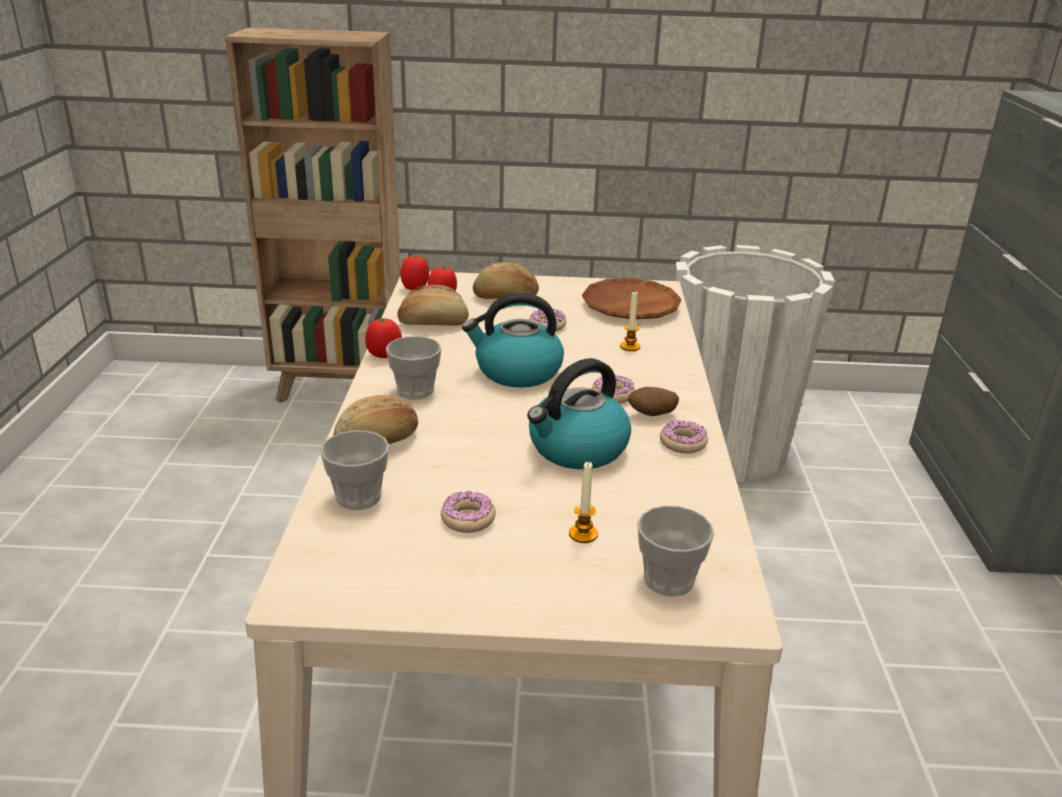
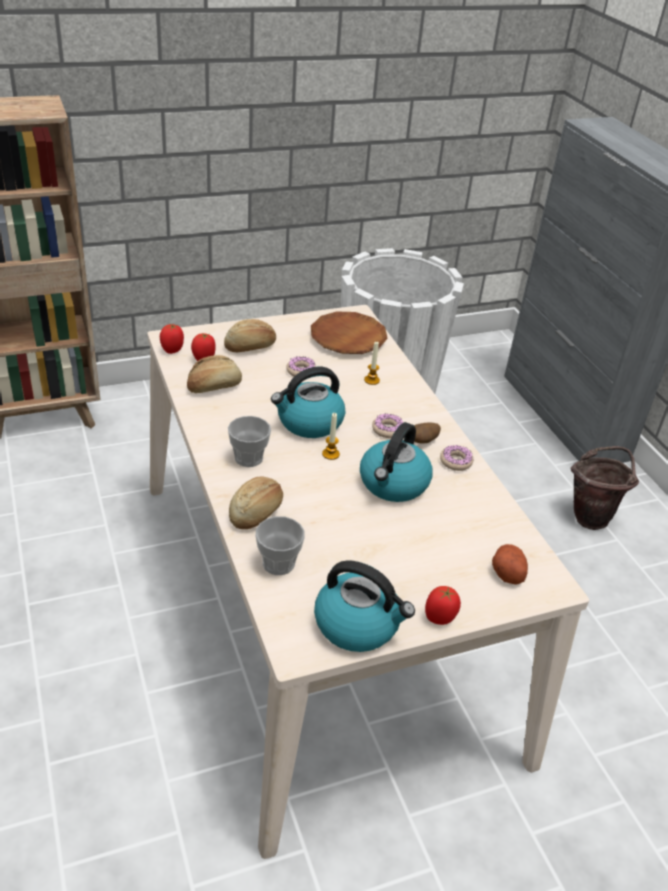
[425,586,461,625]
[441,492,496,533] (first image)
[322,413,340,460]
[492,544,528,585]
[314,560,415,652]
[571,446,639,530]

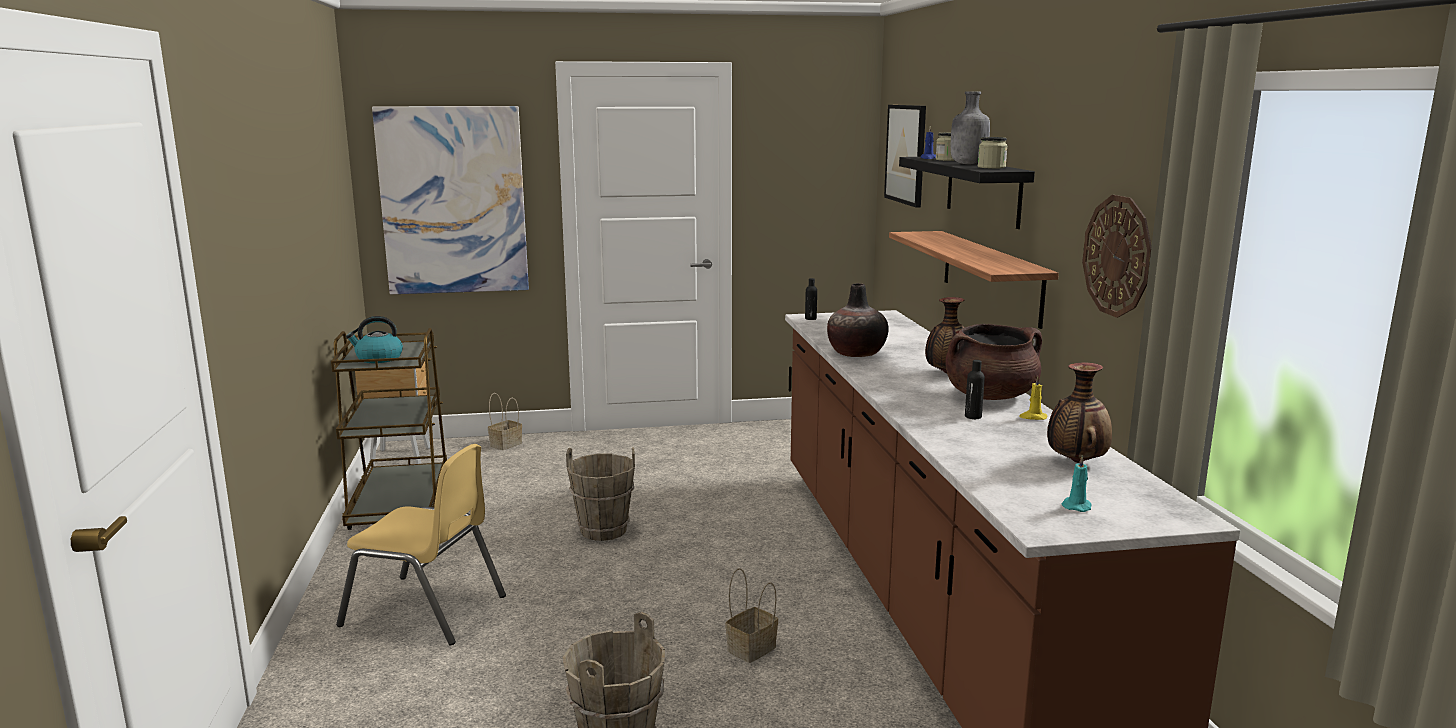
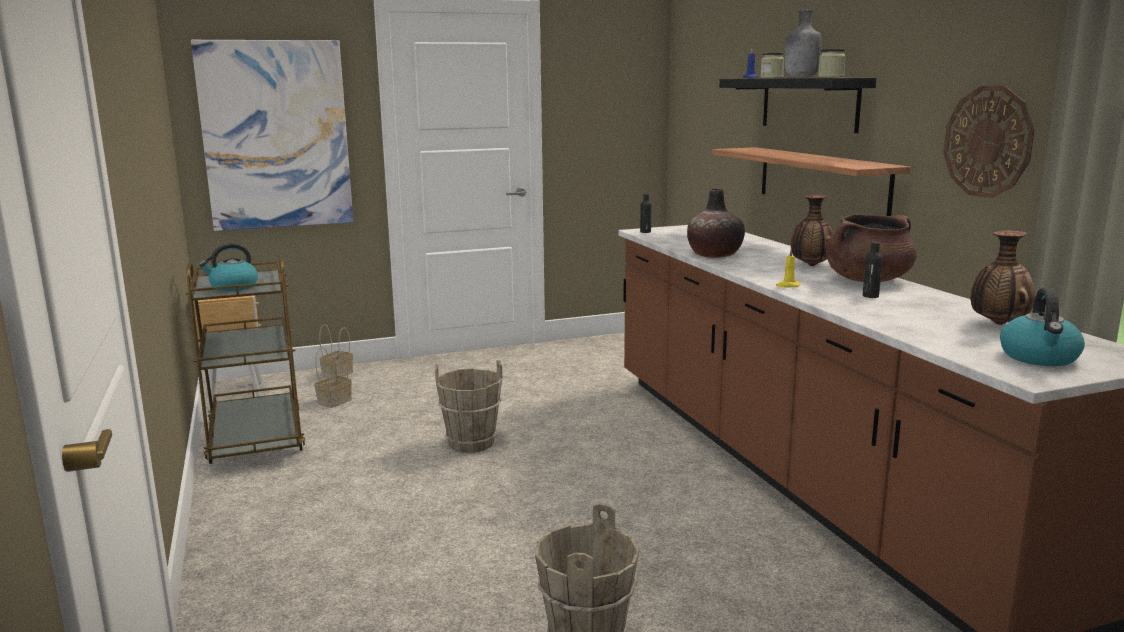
[336,444,506,646] (first image)
[314,347,352,408]
[884,105,926,208] (first image)
[776,249,800,287]
[1000,288,1085,366]

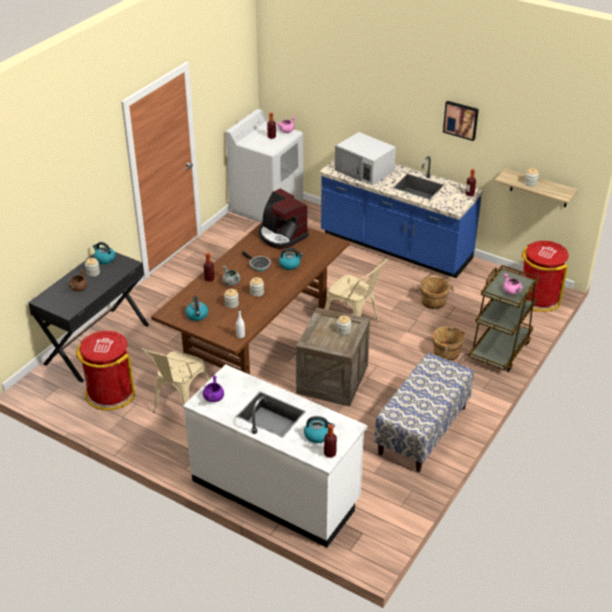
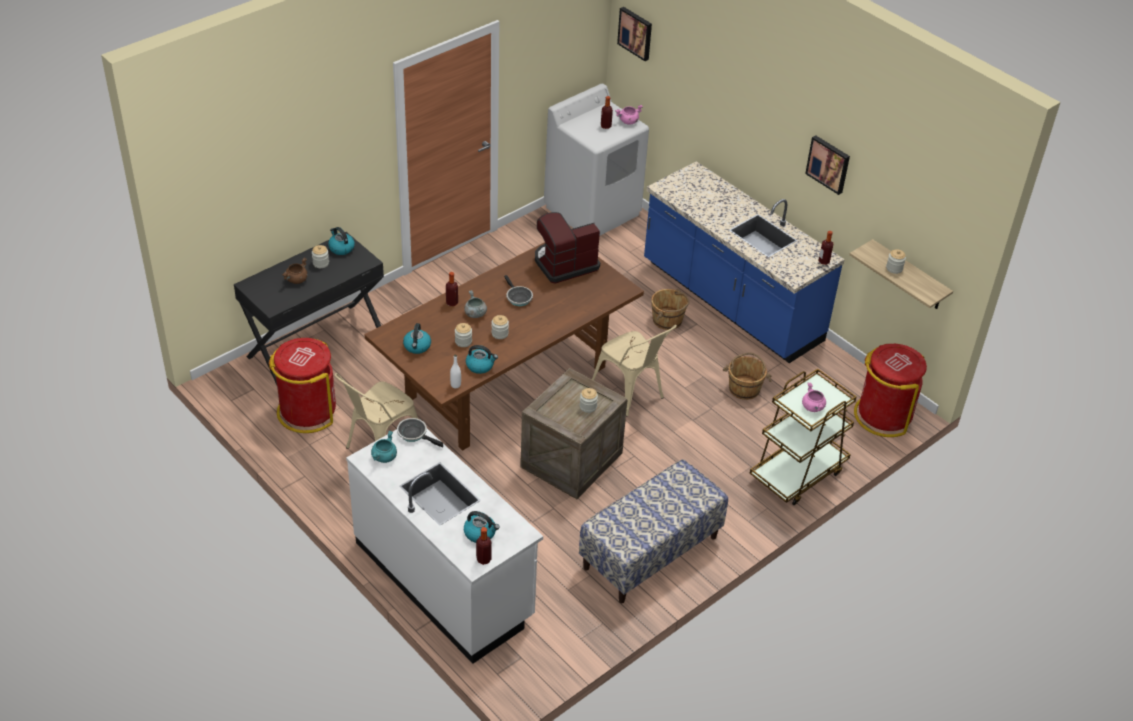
[371,431,397,463]
[535,212,600,284]
[466,345,498,374]
[335,132,396,185] (first image)
[651,289,690,330]
[397,418,443,448]
[617,7,652,61]

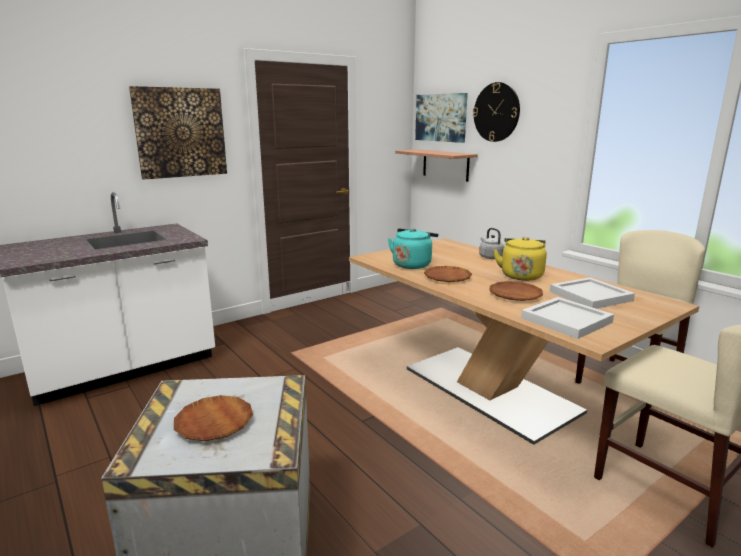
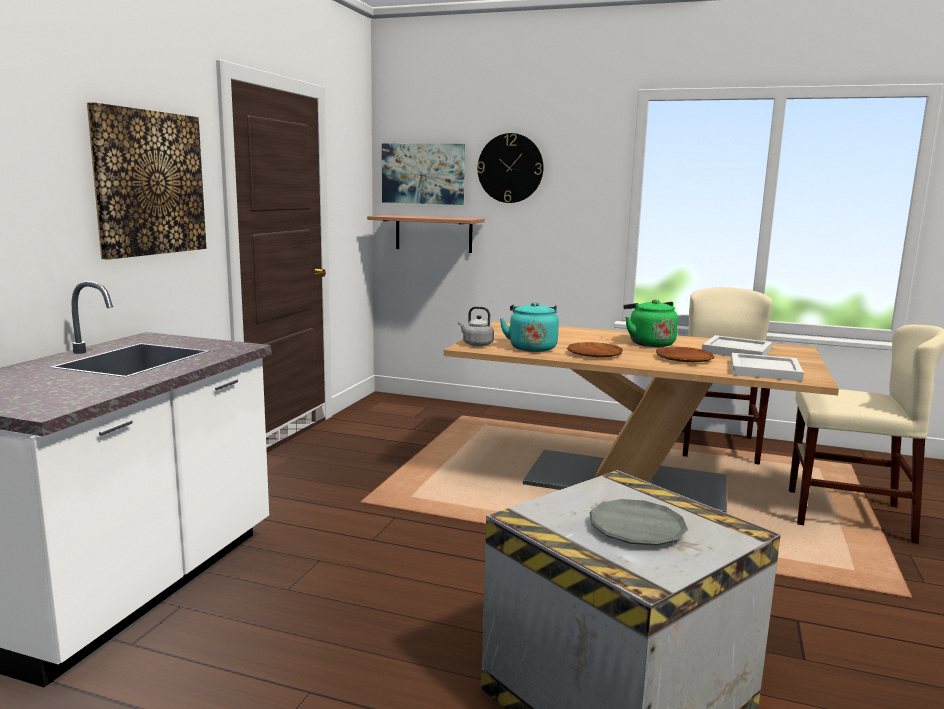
[589,499,688,546]
[458,306,494,346]
[623,300,678,347]

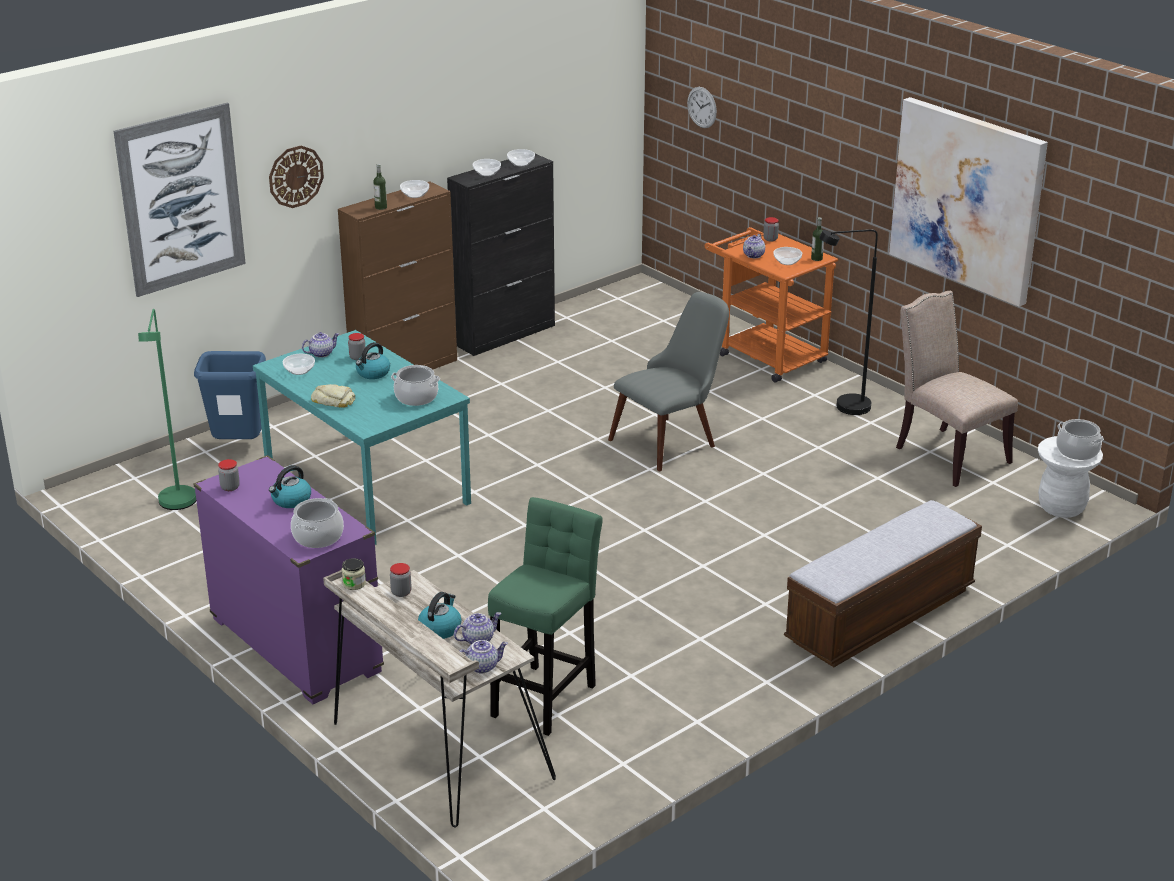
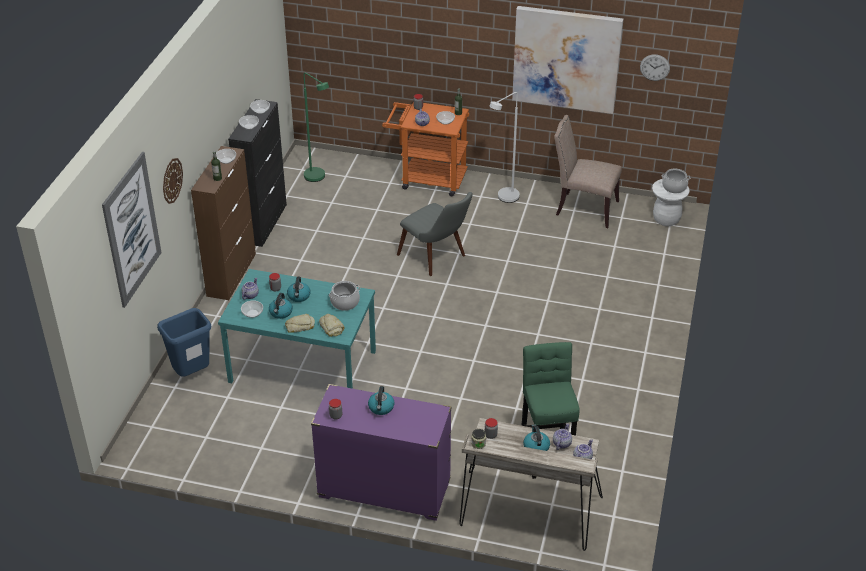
[304,73,329,182]
[291,498,344,548] (first image)
[397,192,473,276]
[640,54,670,81]
[784,500,982,667] (first image)
[489,92,520,203]
[269,293,293,319]
[319,314,345,337]

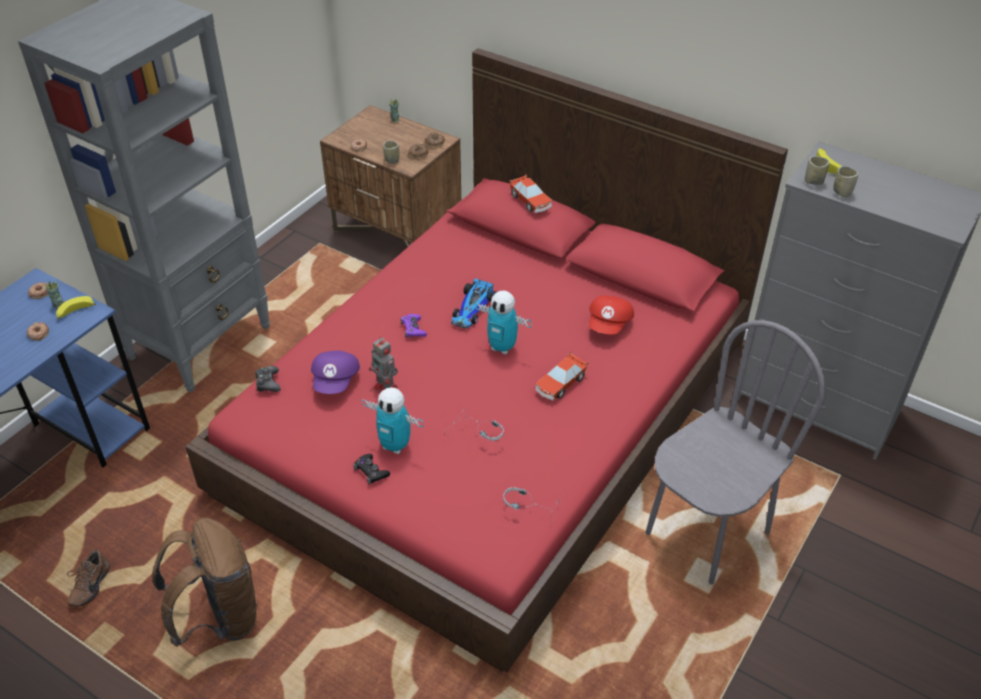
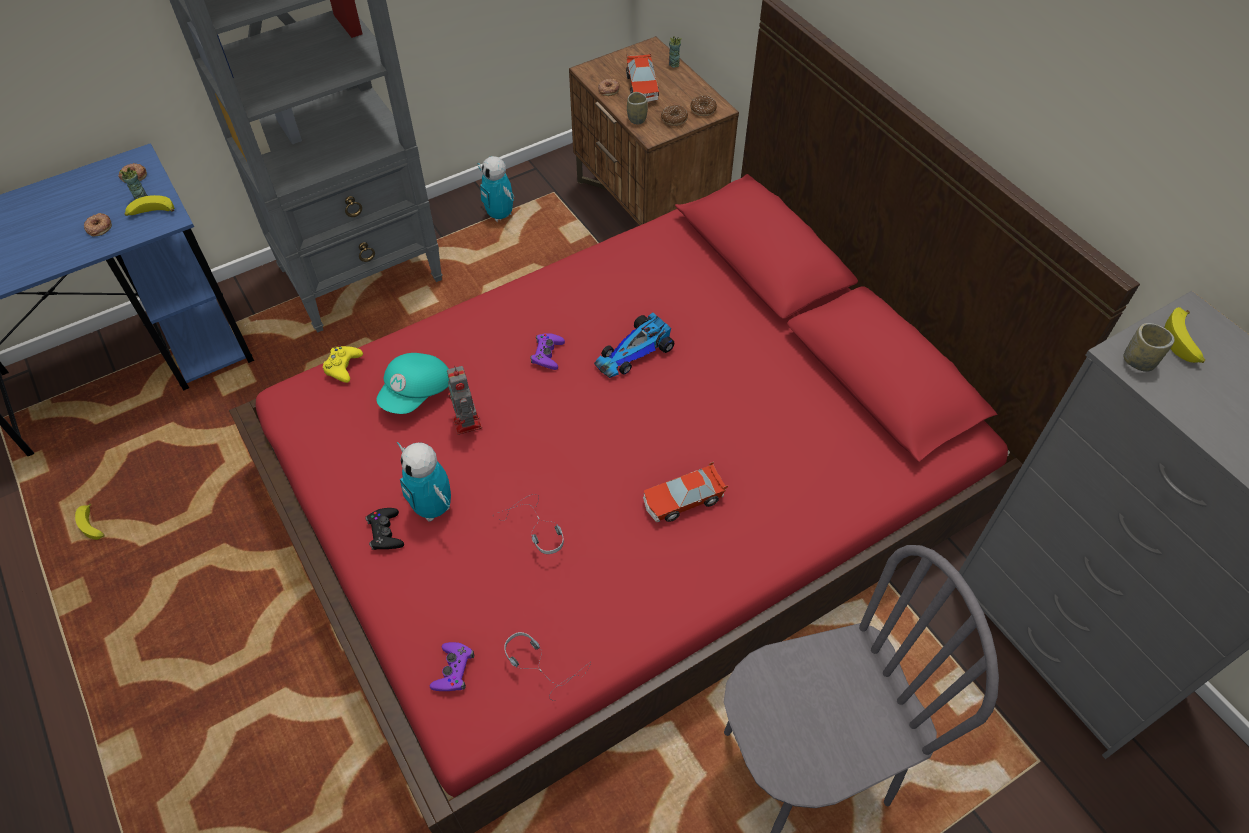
[75,503,105,540]
[152,518,258,647] (first image)
[323,345,363,383]
[376,353,449,414]
[478,156,514,222]
[626,52,659,102]
[589,296,634,334] (first image)
[833,166,858,197] (first image)
[430,642,474,691]

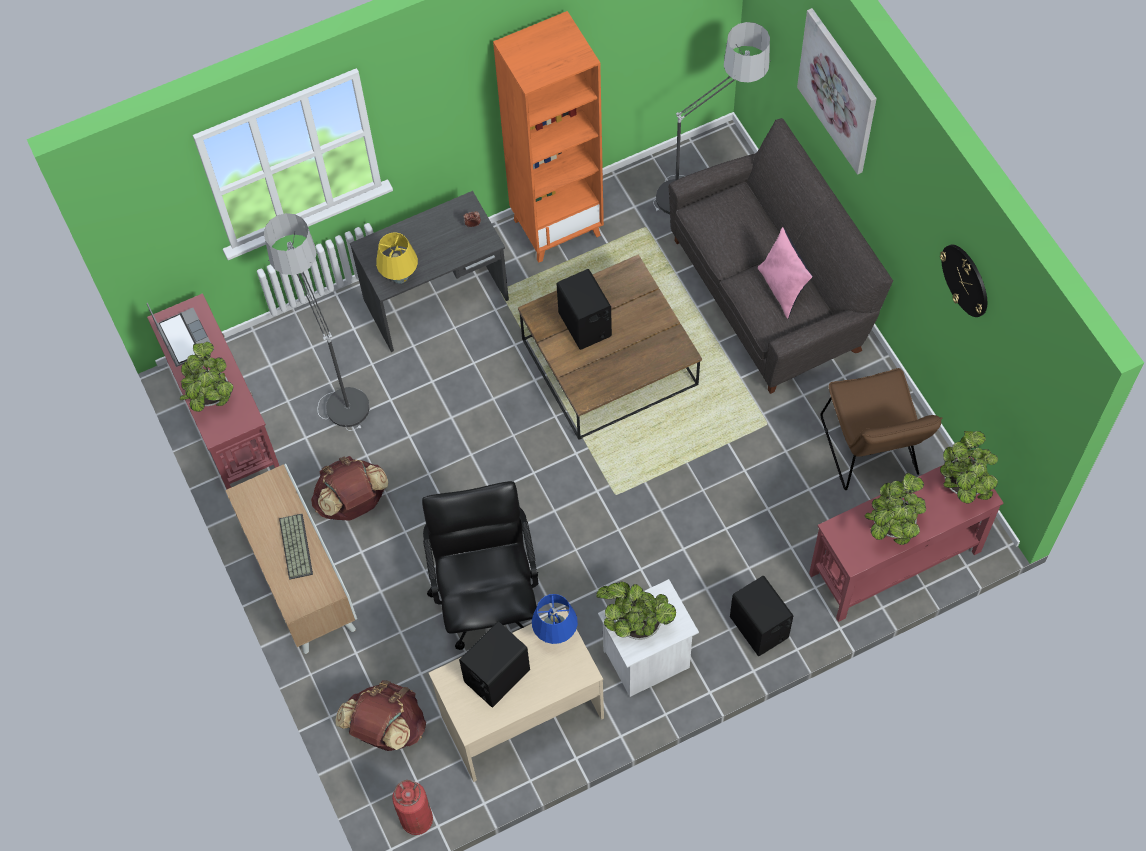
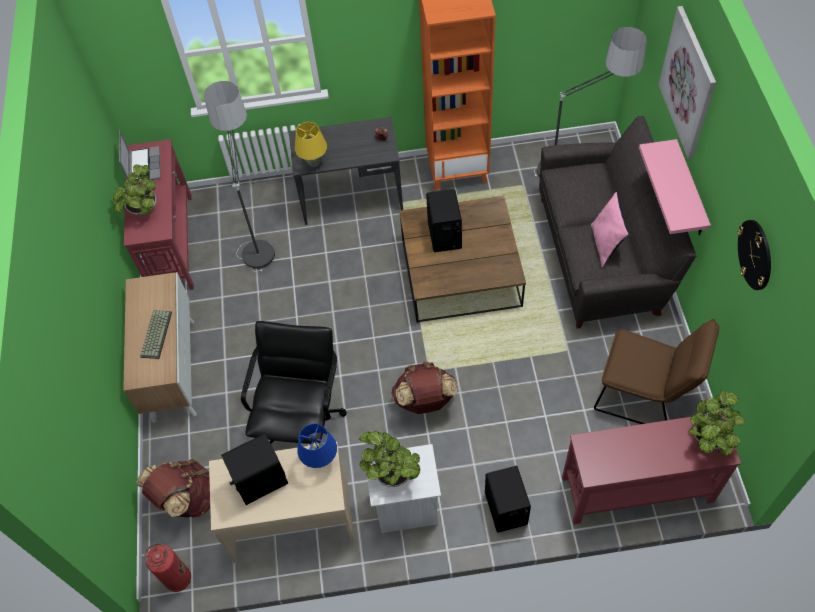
[391,362,457,414]
[594,319,719,424]
[865,473,926,545] (first image)
[639,139,711,235]

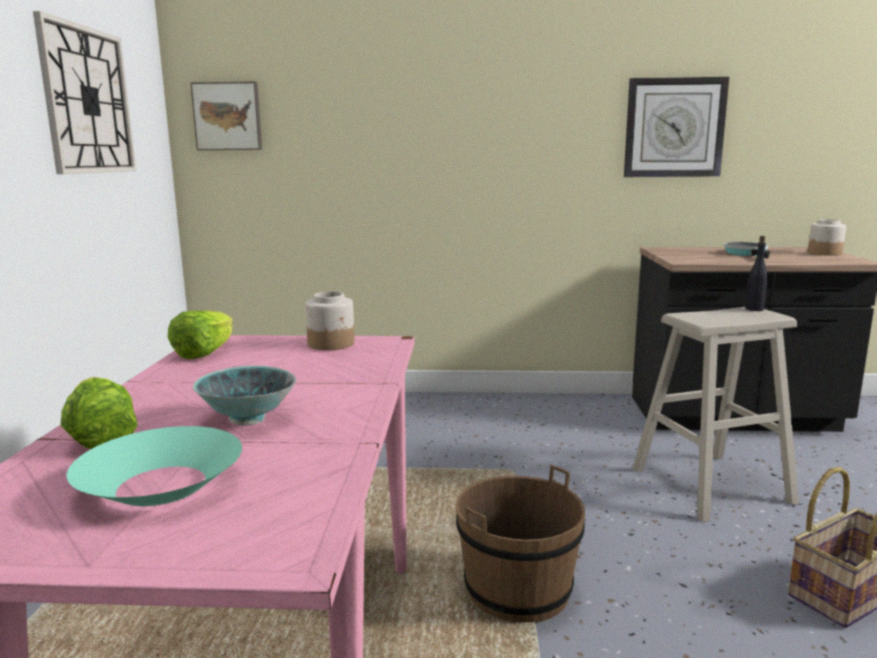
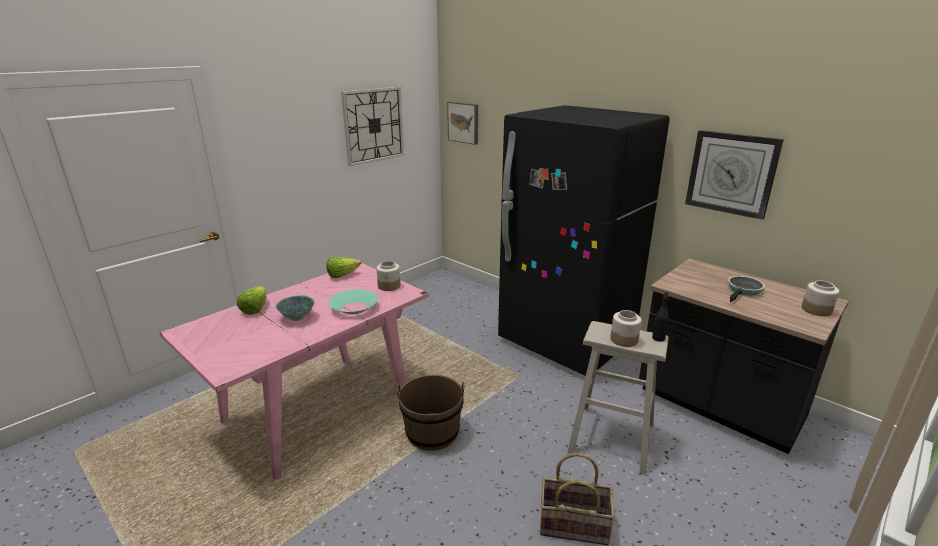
[329,290,378,314]
[498,105,670,376]
[611,310,642,347]

